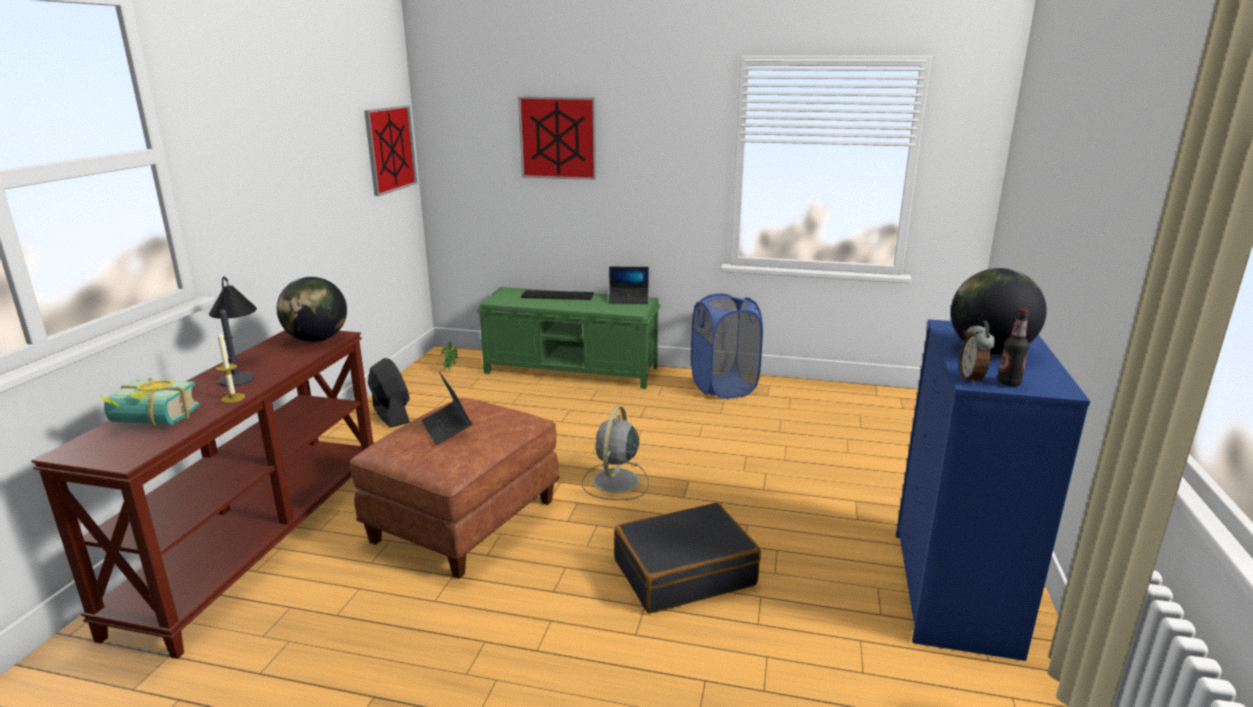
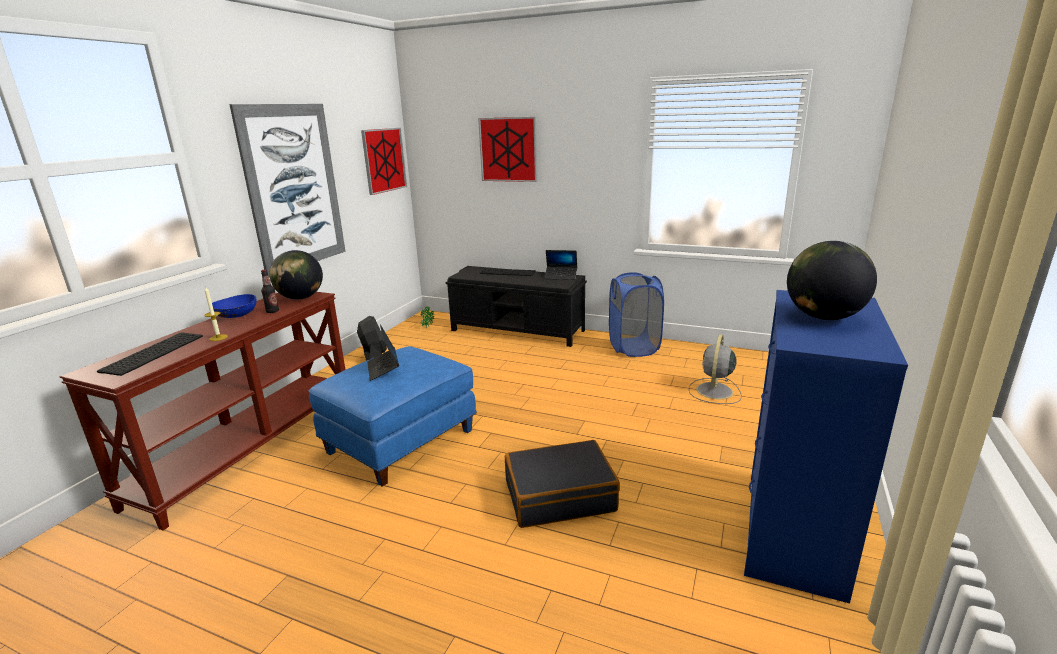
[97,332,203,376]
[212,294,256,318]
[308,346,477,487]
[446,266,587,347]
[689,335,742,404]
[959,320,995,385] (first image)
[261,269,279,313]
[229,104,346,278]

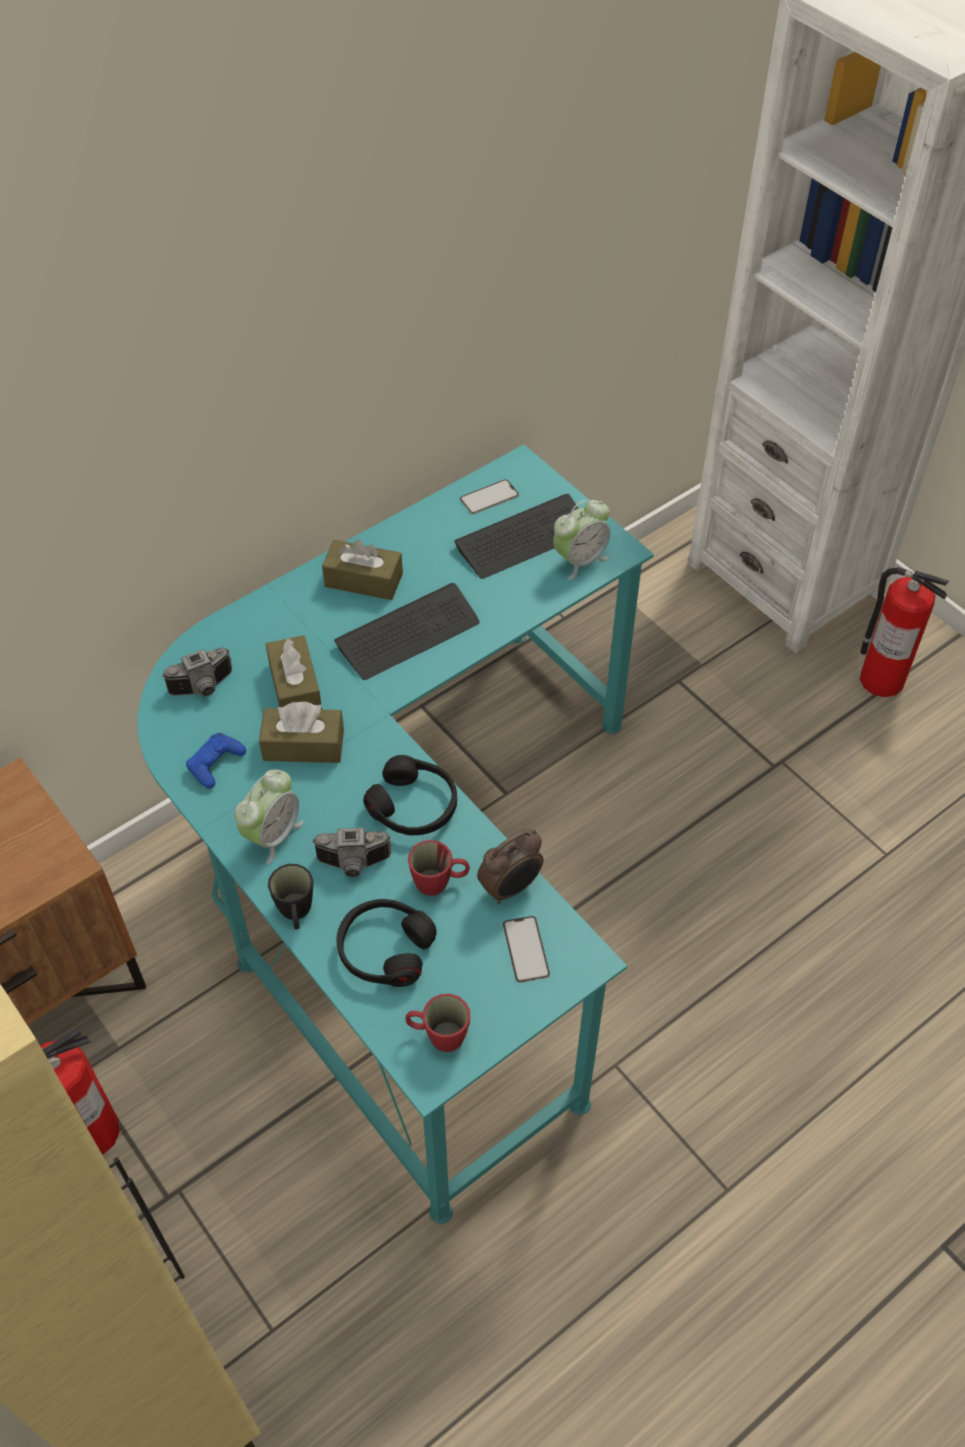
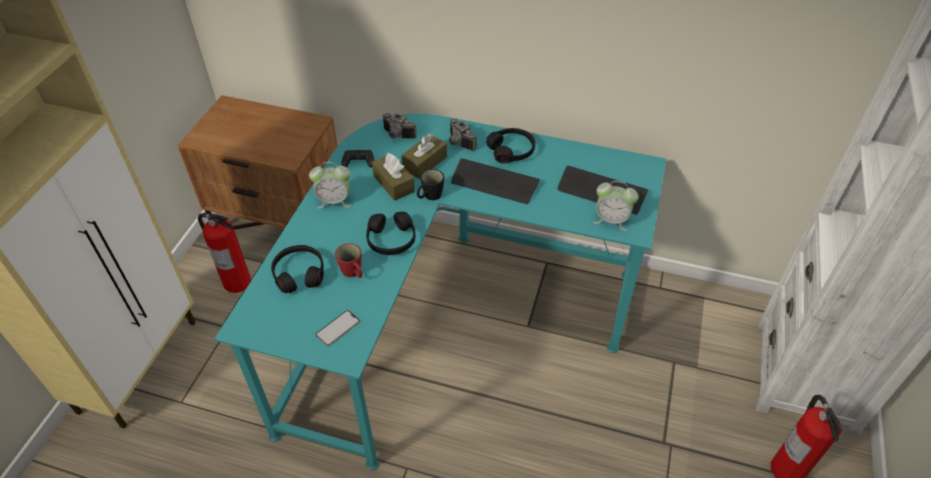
[341,150,374,167]
[417,169,444,200]
[449,118,477,151]
[486,128,535,164]
[406,994,470,1052] (first image)
[460,479,519,514] (first image)
[477,829,544,904] (first image)

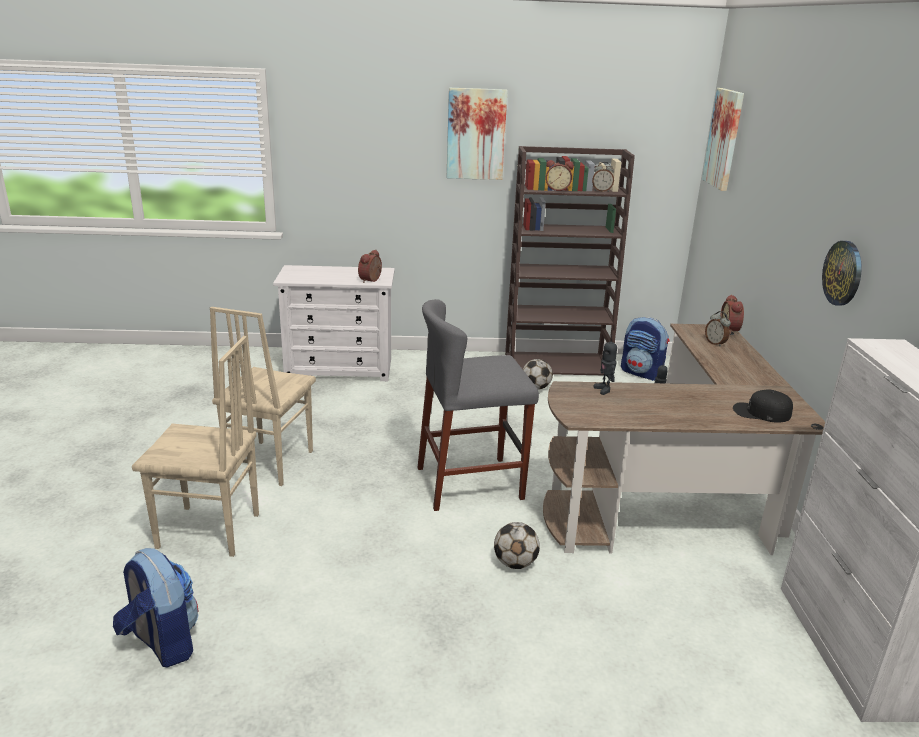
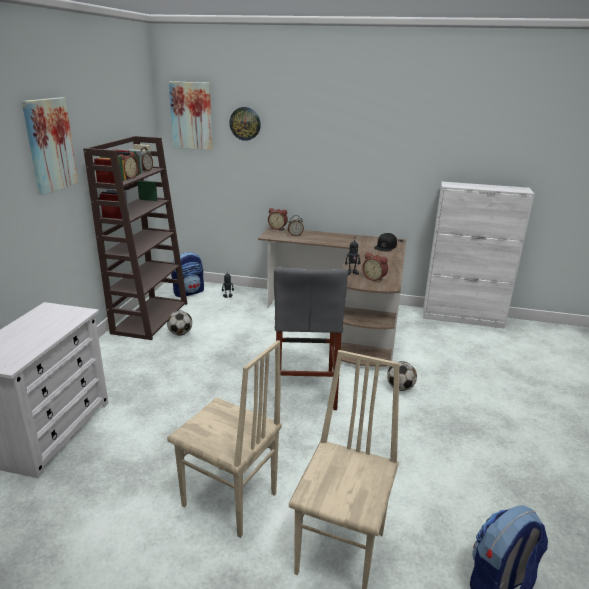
[362,252,388,282]
[229,107,261,141]

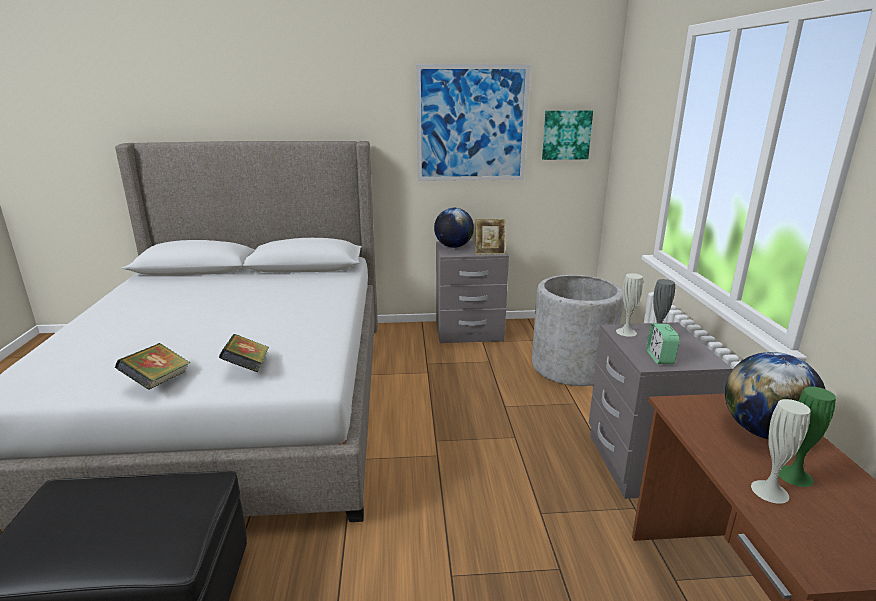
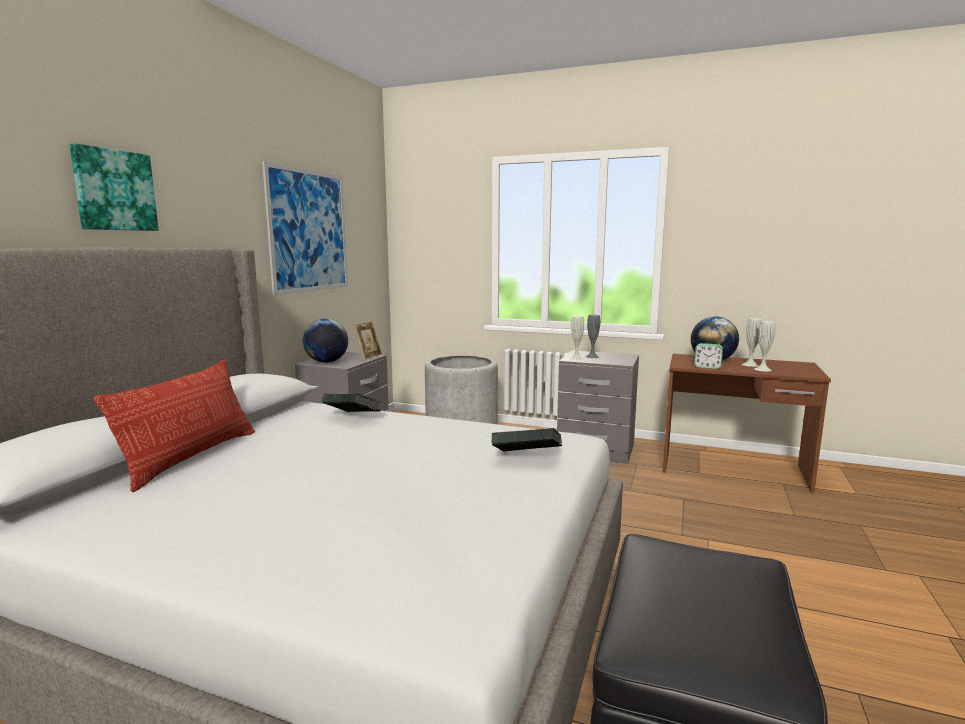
[322,393,383,412]
[70,143,159,231]
[694,343,723,369]
[742,318,762,367]
[94,360,255,492]

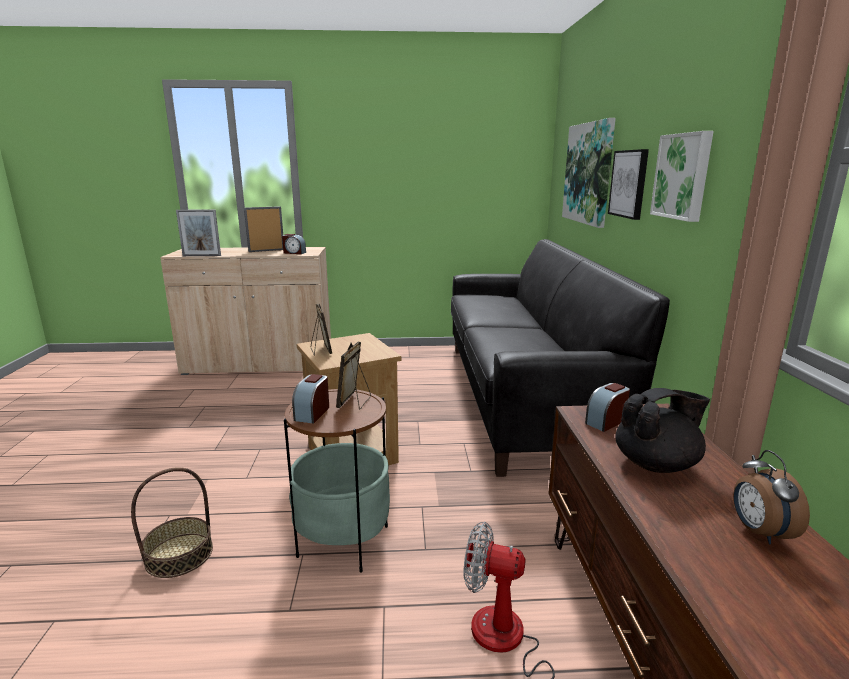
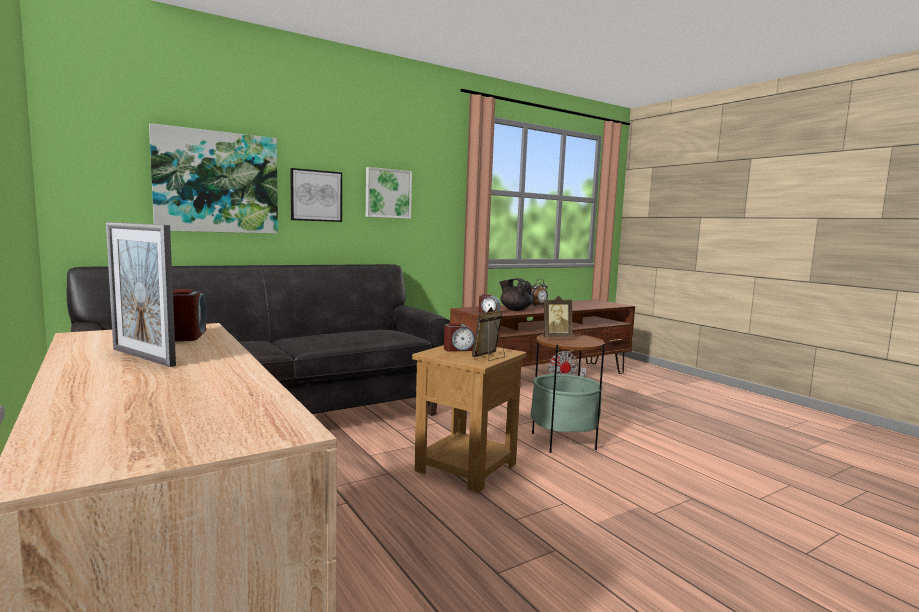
[131,467,213,578] (first image)
[176,210,221,256] (first image)
[444,323,475,352]

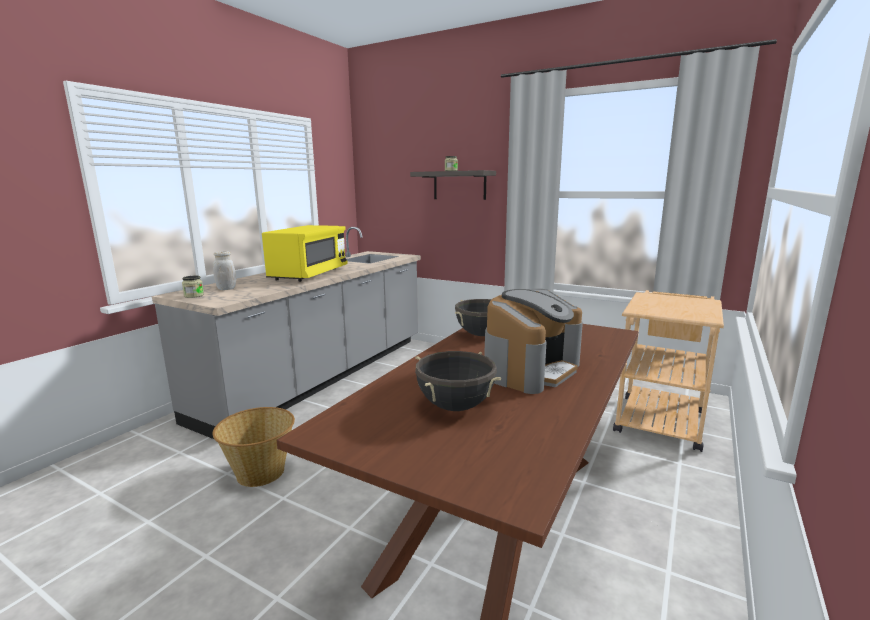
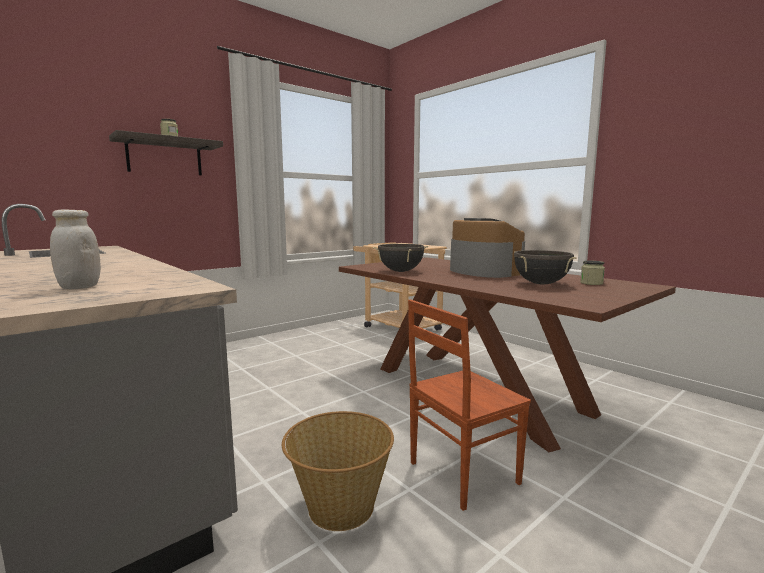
[580,261,605,285]
[262,225,348,282] (first image)
[408,299,531,511]

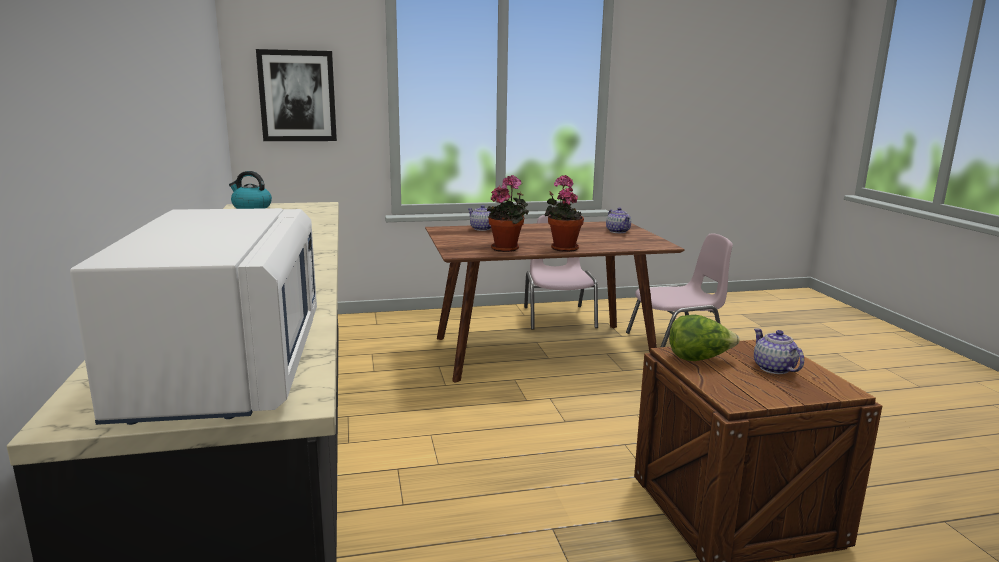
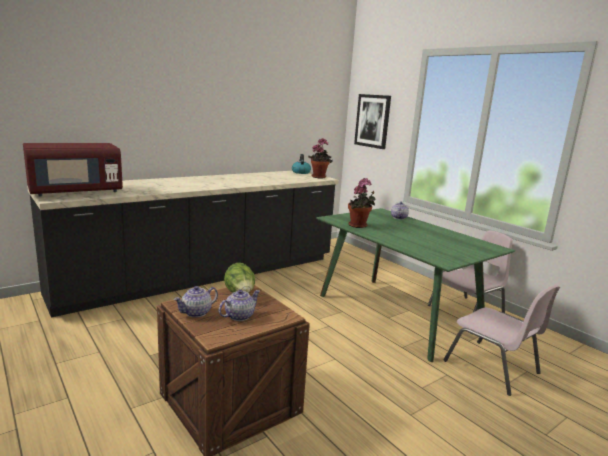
[23,143,123,197]
[316,208,515,362]
[308,139,333,179]
[173,286,218,318]

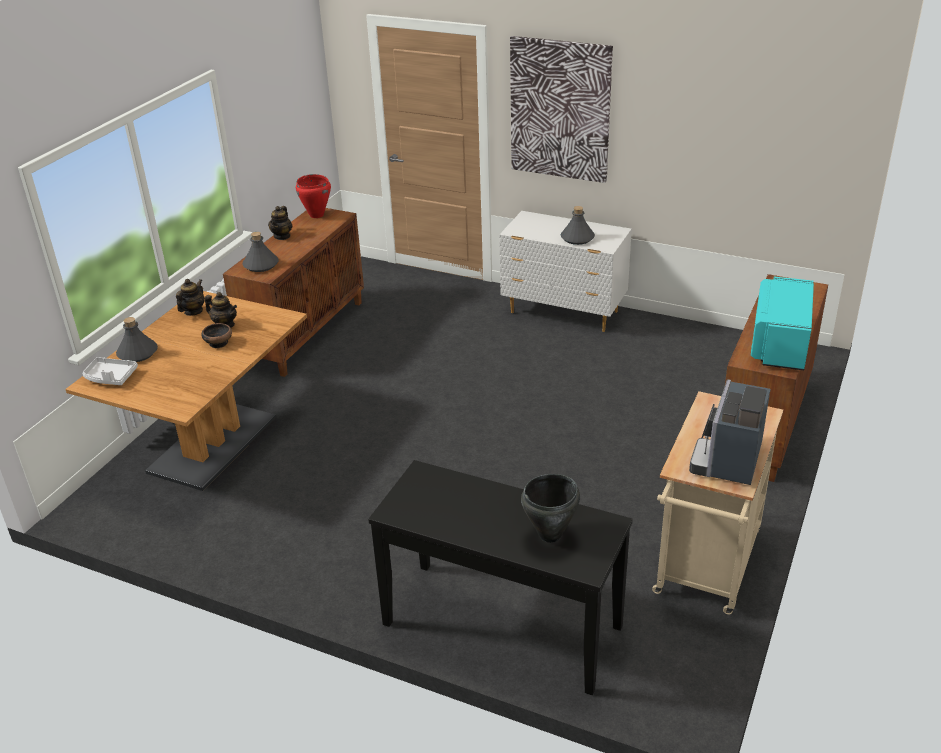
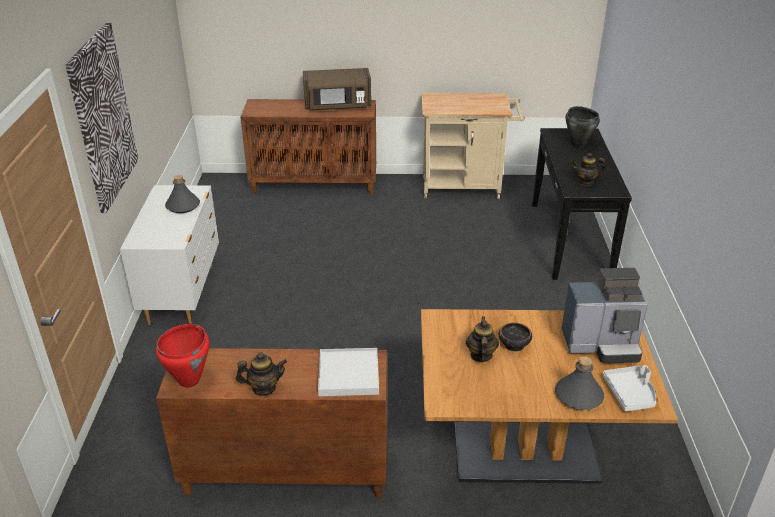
[571,153,606,186]
[318,348,379,396]
[561,268,648,363]
[303,68,371,110]

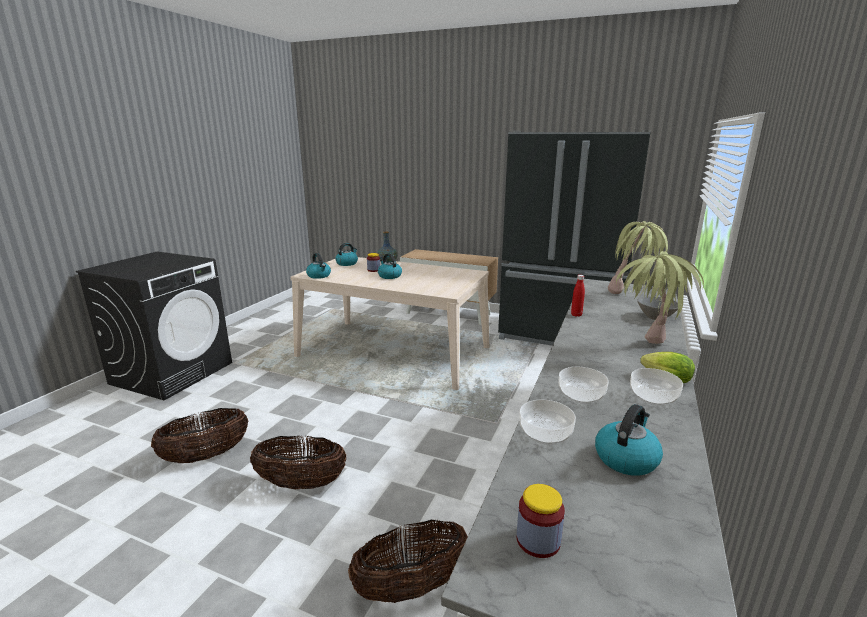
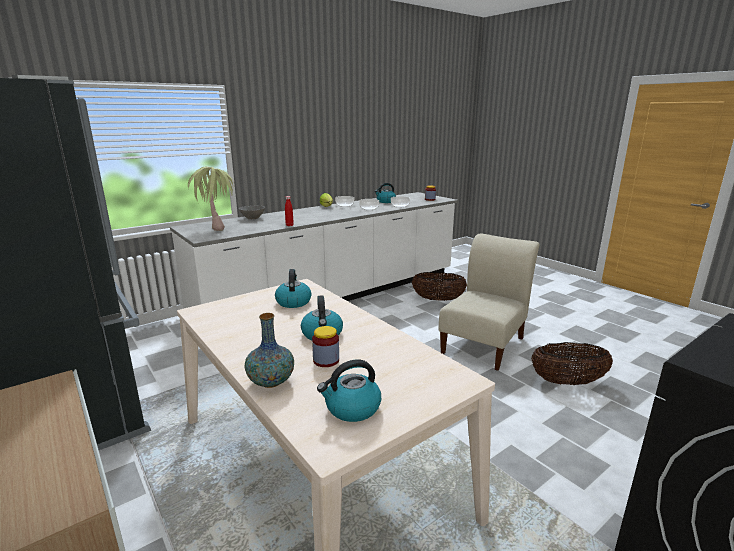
[438,233,539,371]
[275,269,312,308]
[616,251,704,344] (first image)

